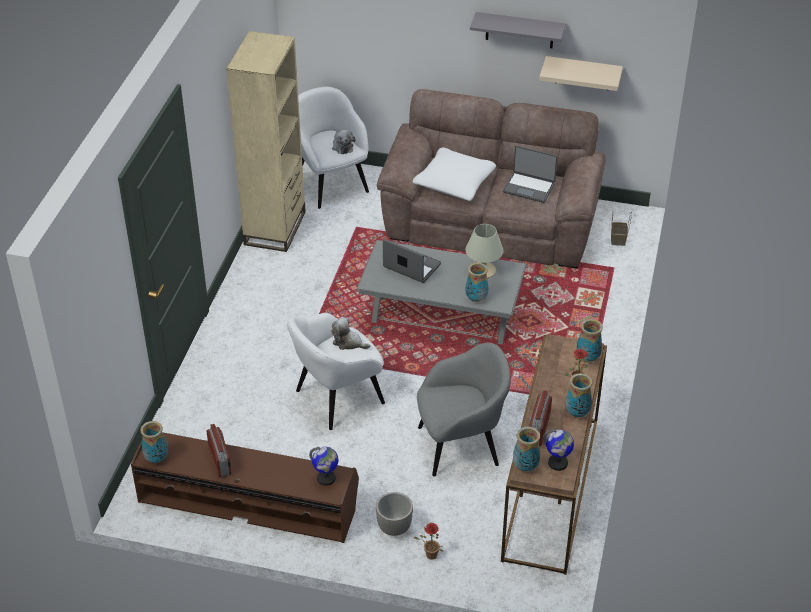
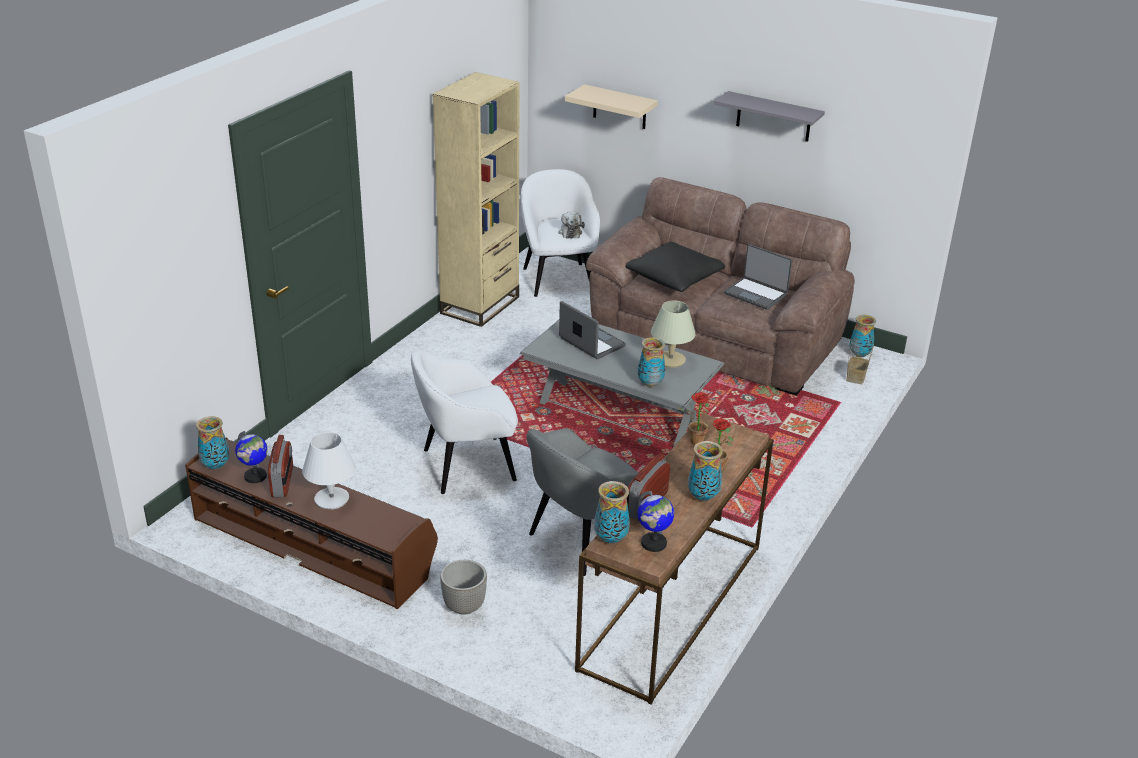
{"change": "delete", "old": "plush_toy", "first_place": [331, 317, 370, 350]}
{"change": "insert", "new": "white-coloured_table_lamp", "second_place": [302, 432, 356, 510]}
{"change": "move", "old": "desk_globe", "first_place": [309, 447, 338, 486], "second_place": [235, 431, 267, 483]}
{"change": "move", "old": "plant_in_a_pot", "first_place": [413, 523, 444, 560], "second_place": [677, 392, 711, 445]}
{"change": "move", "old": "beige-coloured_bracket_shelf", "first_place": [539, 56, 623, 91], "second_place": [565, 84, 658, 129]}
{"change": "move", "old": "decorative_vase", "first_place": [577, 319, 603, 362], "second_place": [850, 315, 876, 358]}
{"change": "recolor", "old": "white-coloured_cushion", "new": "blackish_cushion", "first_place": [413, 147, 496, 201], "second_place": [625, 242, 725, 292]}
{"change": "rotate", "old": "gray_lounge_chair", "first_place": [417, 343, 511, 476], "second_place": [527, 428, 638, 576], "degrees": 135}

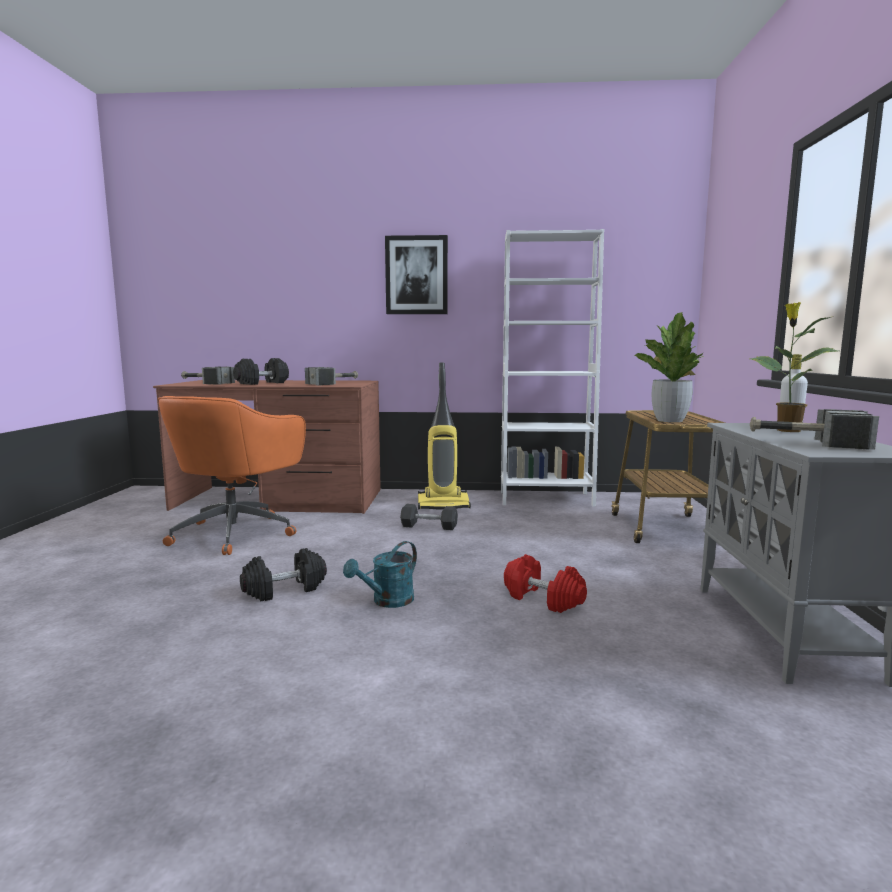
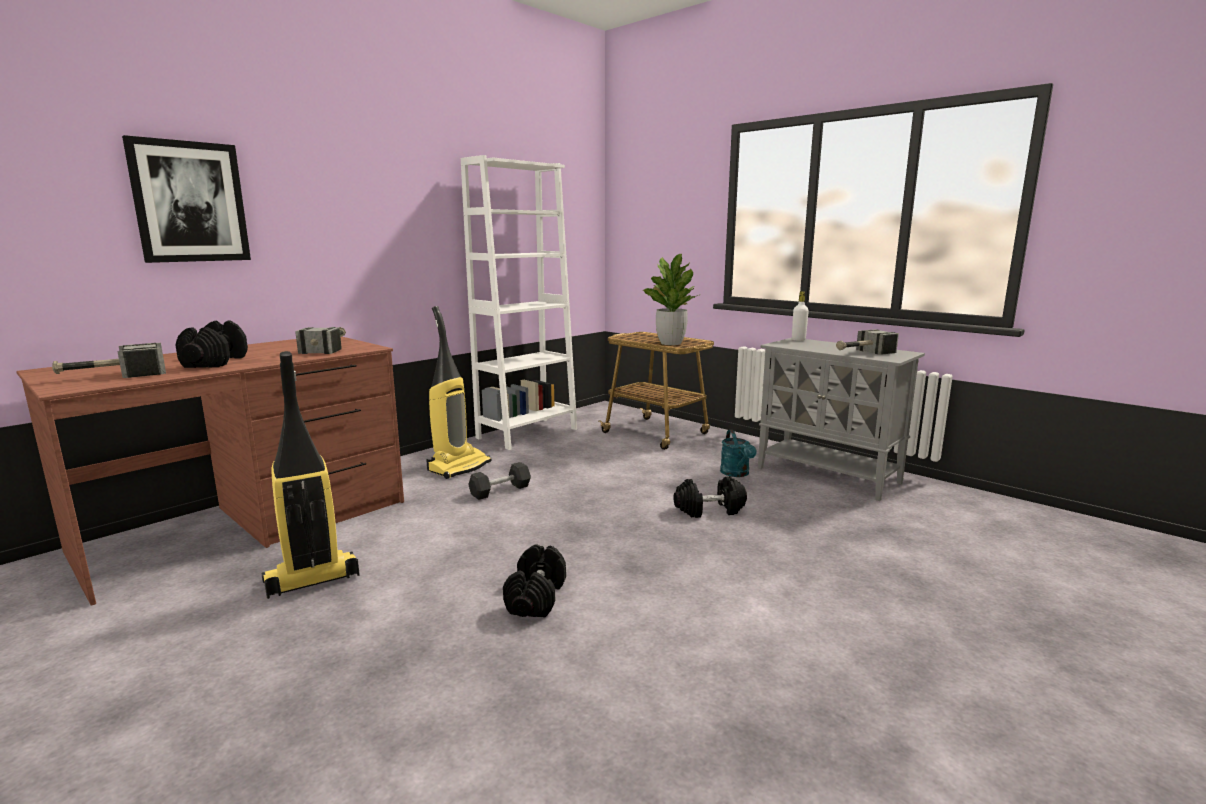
{"change": "delete", "old": "plant_in_a_pot", "first_place": [750, 302, 839, 432]}
{"change": "move", "old": "turquoise-coloured_watering_can", "first_place": [343, 541, 417, 608], "second_place": [720, 430, 757, 477]}
{"change": "move", "old": "wall_art", "first_place": [385, 235, 448, 314], "second_place": [122, 135, 251, 263]}
{"change": "replace", "old": "orangey_computer_chair", "new": "hoover", "first_place": [158, 396, 306, 555], "second_place": [262, 351, 360, 599]}
{"change": "recolor", "old": "red_dumbbell", "new": "blackish_dumbbell", "first_place": [504, 554, 587, 613], "second_place": [673, 476, 747, 518]}

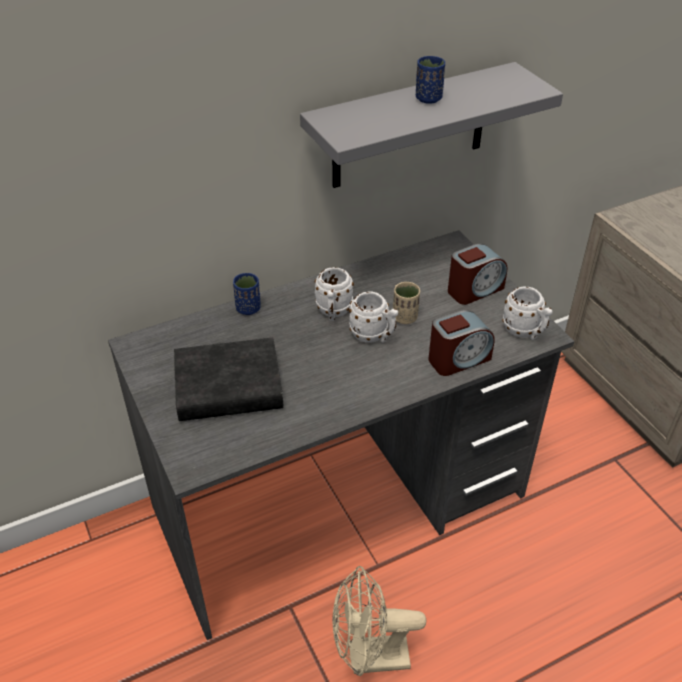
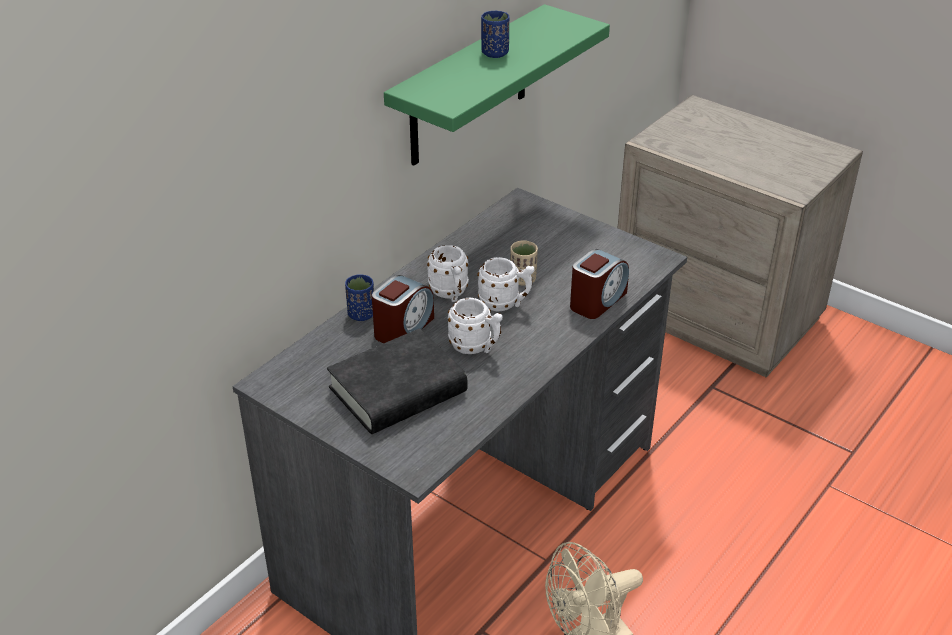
{"change": "move", "old": "alarm_clock", "first_place": [448, 244, 507, 305], "second_place": [372, 275, 434, 343]}
{"change": "move", "old": "white-coloured_mug", "first_place": [502, 286, 553, 340], "second_place": [448, 298, 503, 354]}
{"change": "recolor", "old": "gray_bracket_shelf", "new": "green-coloured_bracket_shelf", "first_place": [300, 62, 563, 188], "second_place": [384, 4, 610, 166]}

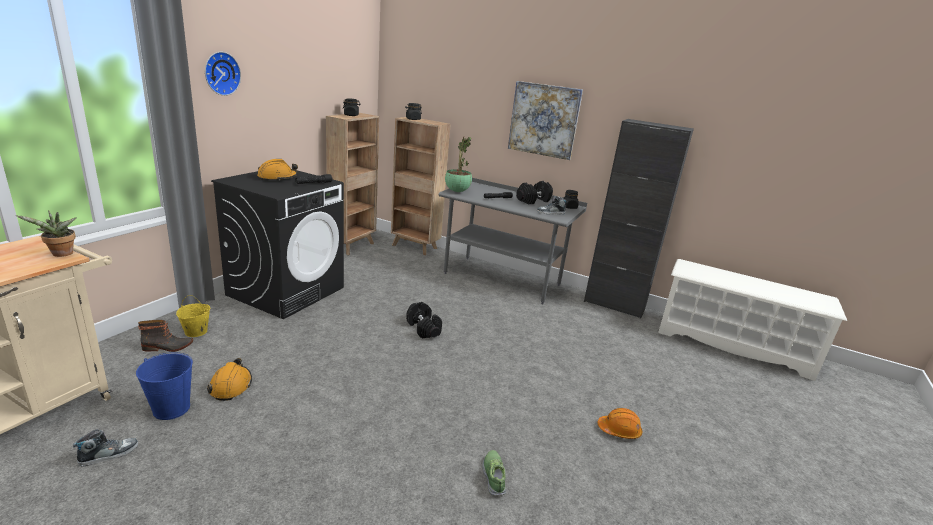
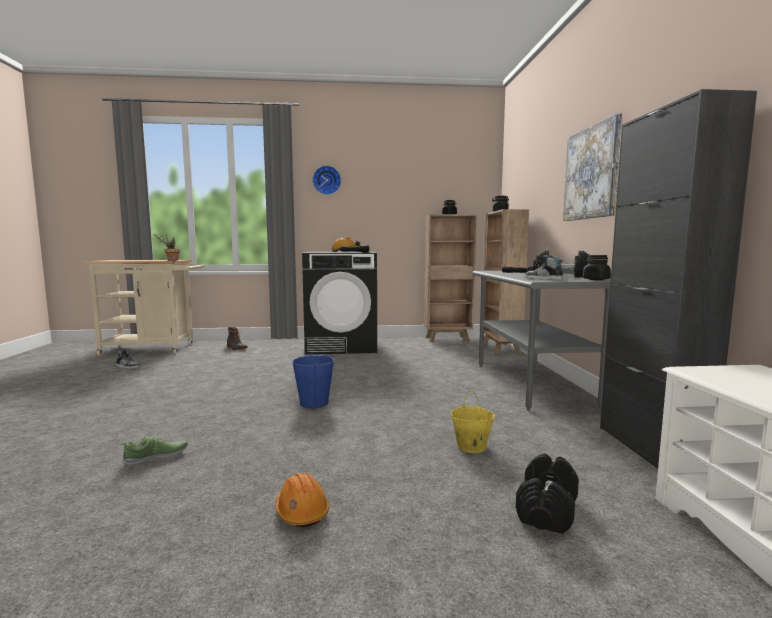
{"change": "delete", "old": "orangey_work_helmet", "first_place": [207, 358, 252, 401]}
{"change": "delete", "old": "plant_in_a_pot", "first_place": [445, 137, 472, 192]}
{"change": "move", "old": "bluish_pail", "first_place": [136, 352, 193, 420], "second_place": [292, 353, 335, 408]}
{"change": "move", "old": "yellow-coloured_pail", "first_place": [176, 295, 210, 337], "second_place": [451, 390, 495, 453]}
{"change": "move", "old": "blackish_dumbbell", "first_place": [406, 302, 442, 339], "second_place": [516, 454, 579, 534]}

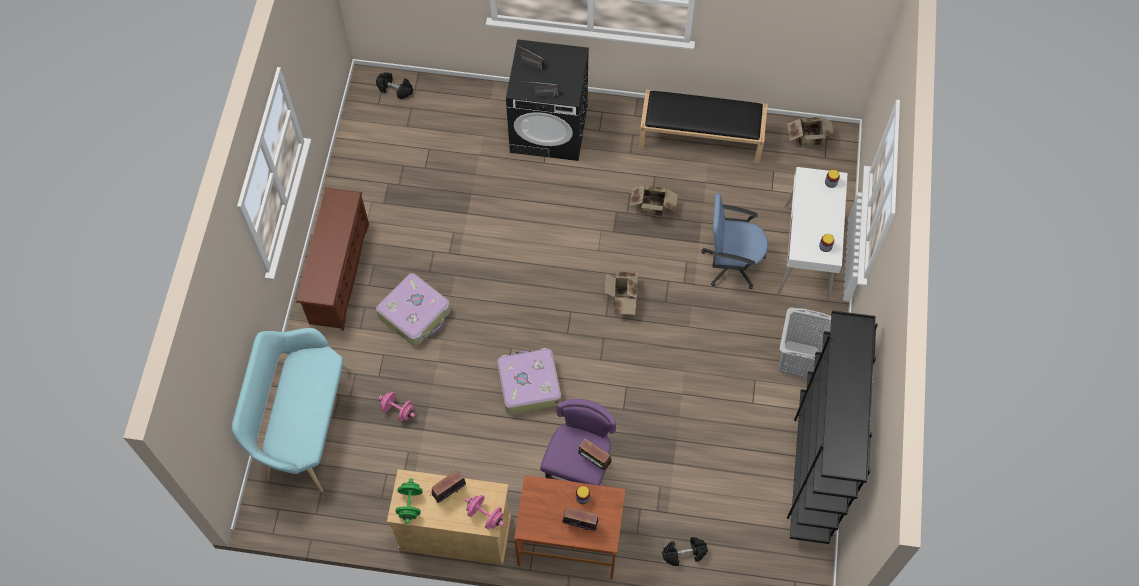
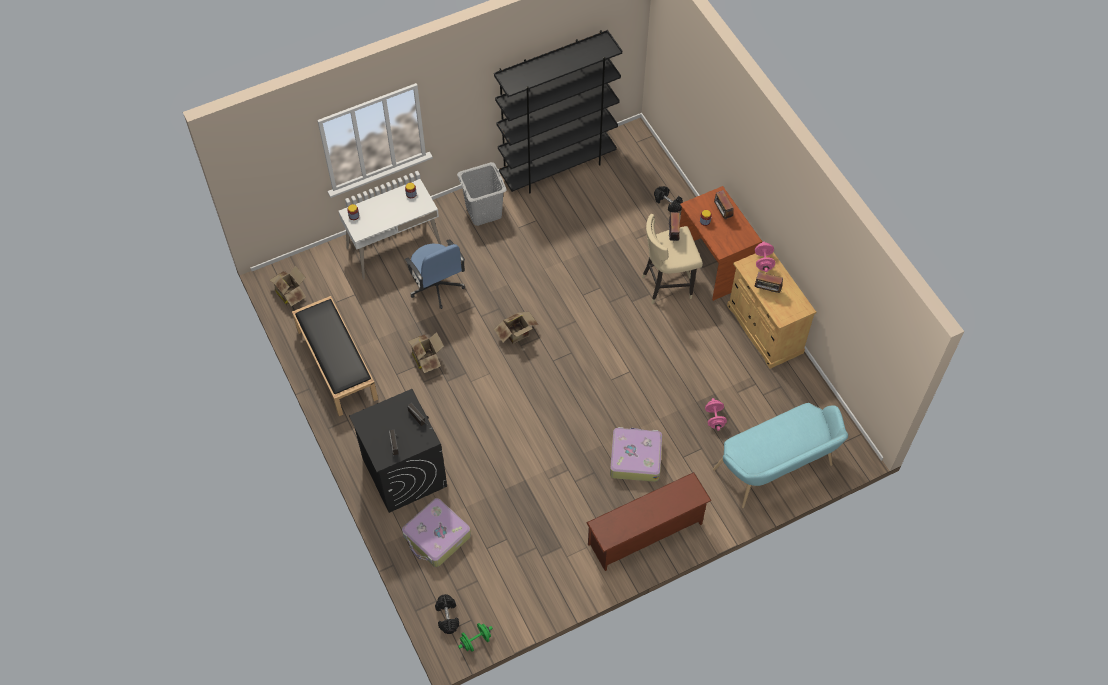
{"change": "move", "old": "green-coloured_dumbbell", "first_place": [396, 478, 423, 524], "second_place": [458, 623, 493, 652]}
{"change": "move", "old": "piece_of_luggage", "first_place": [497, 348, 561, 414], "second_place": [402, 498, 471, 567]}
{"change": "recolor", "old": "purple-coloured_sitting_stool", "new": "beige-coloured_sitting_stool", "first_place": [540, 399, 616, 485], "second_place": [642, 214, 703, 304]}

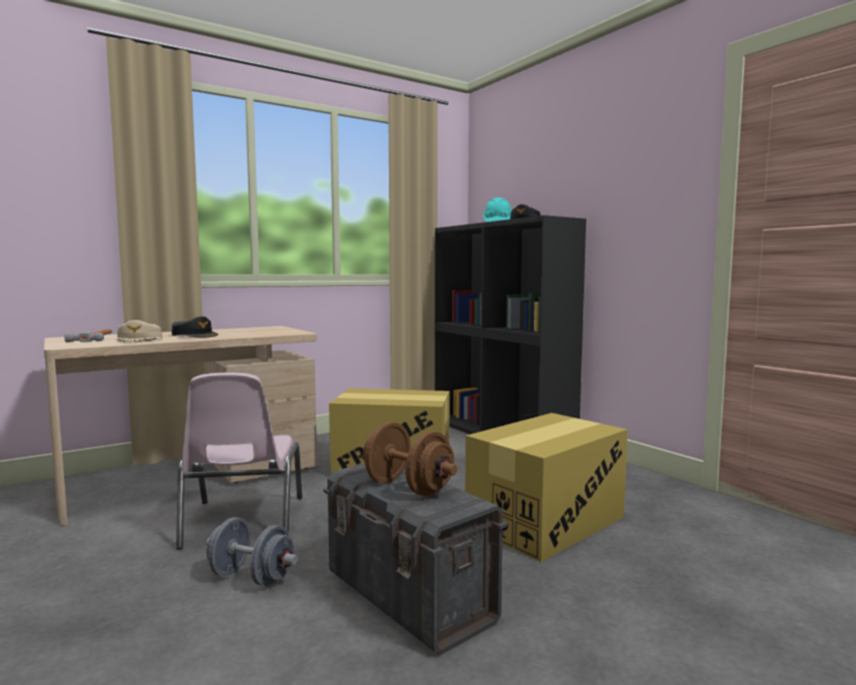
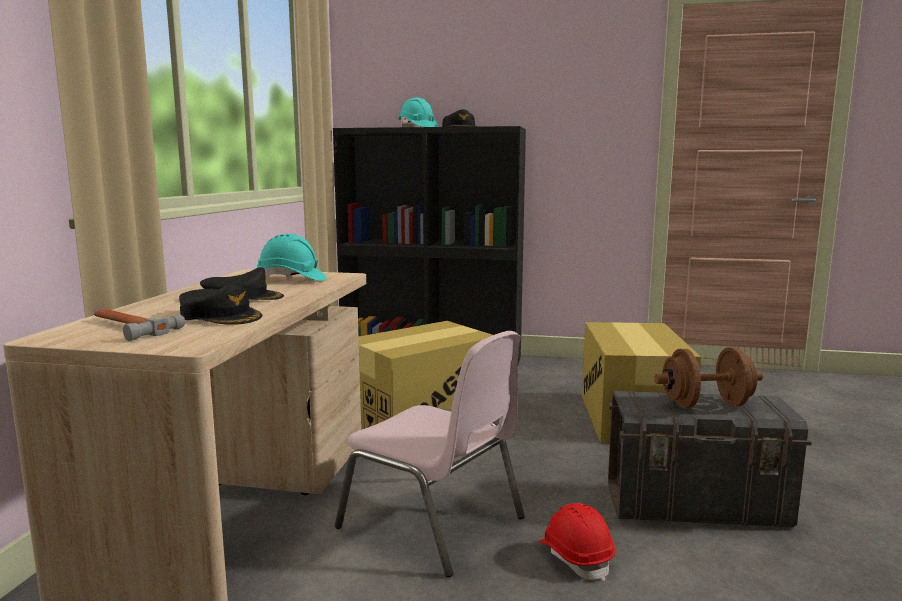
{"change": "insert", "new": "turquoise-coloured_work_helmet", "second_place": [257, 234, 327, 281]}
{"change": "replace", "old": "gray_dumbbell", "new": "red_work_helmet", "first_place": [206, 517, 298, 586], "second_place": [539, 503, 615, 581]}
{"change": "recolor", "old": "beige-coloured_peaked_cap", "new": "blackish_peaked_cap", "first_place": [116, 320, 162, 343], "second_place": [179, 284, 262, 325]}

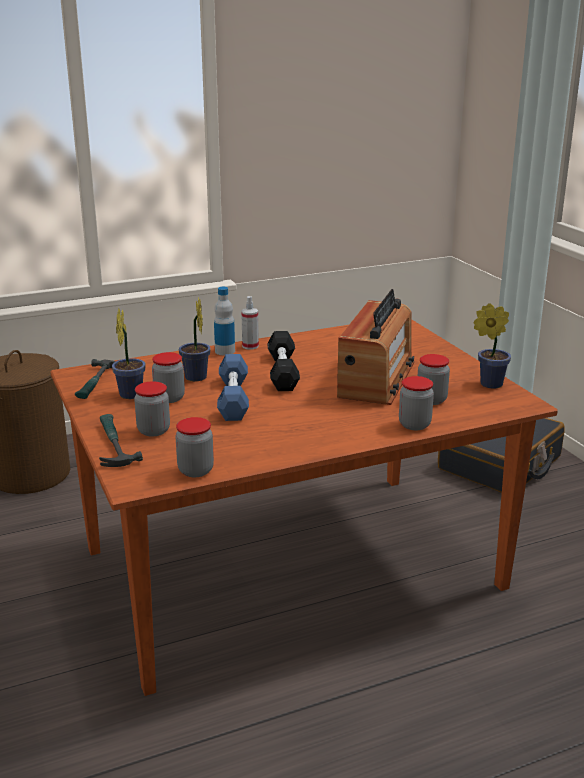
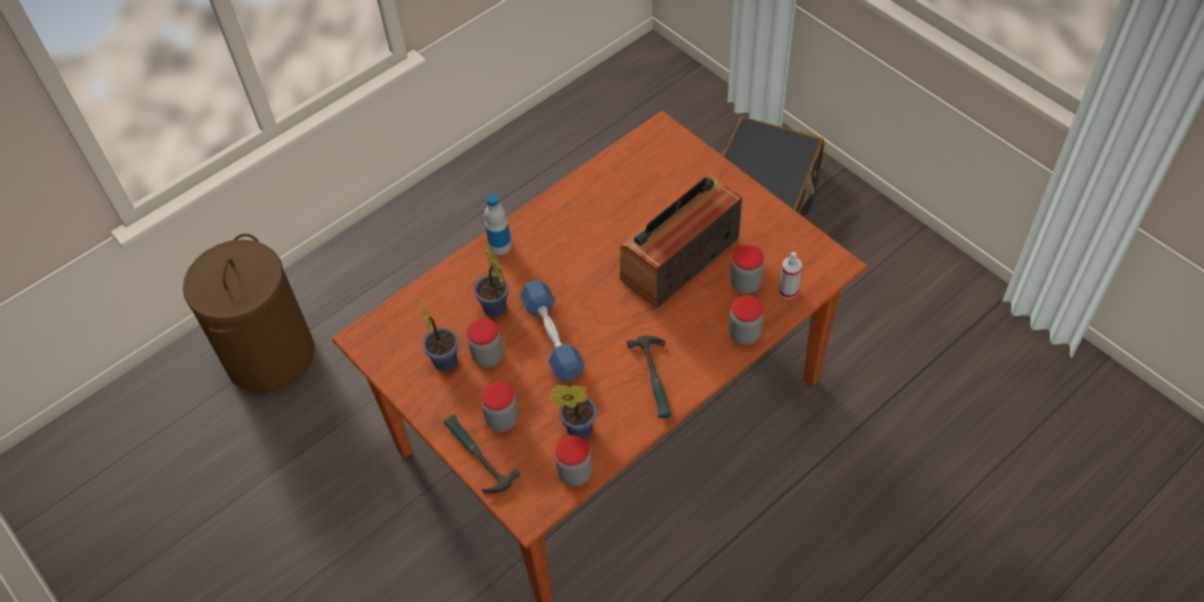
{"change": "delete", "old": "blackish_dumbbell", "first_place": [267, 331, 300, 391]}
{"change": "move", "old": "tool_hammer", "first_place": [75, 359, 116, 399], "second_place": [627, 335, 672, 418]}
{"change": "move", "old": "spray_bottle", "first_place": [241, 296, 259, 350], "second_place": [779, 252, 802, 299]}
{"change": "move", "old": "plant_in_a_pot", "first_place": [473, 303, 511, 389], "second_place": [548, 385, 597, 439]}
{"change": "rotate", "old": "radio_set", "first_place": [337, 289, 414, 405], "second_place": [619, 176, 742, 308], "degrees": -135}

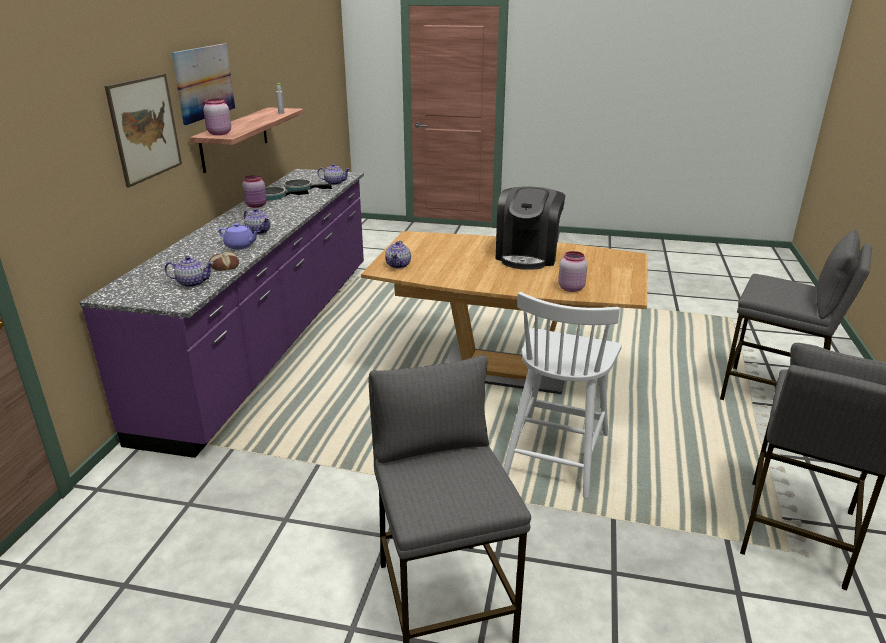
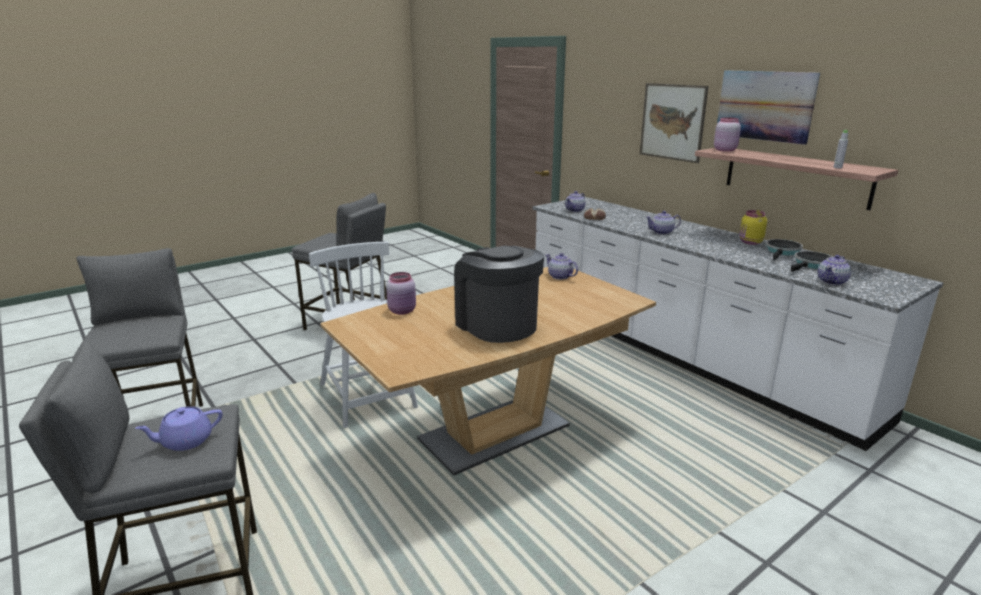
{"change": "move", "old": "purple-coloured_pot_for_tea", "first_place": [218, 223, 259, 249], "second_place": [135, 406, 223, 451]}
{"change": "recolor", "old": "purple-coloured_counter", "new": "white-coloured_counter", "first_place": [79, 169, 364, 458], "second_place": [532, 197, 943, 451]}
{"change": "recolor", "old": "pink_storage_jar", "new": "yellow-coloured_storage_jar", "first_place": [242, 175, 267, 208], "second_place": [739, 210, 767, 245]}

